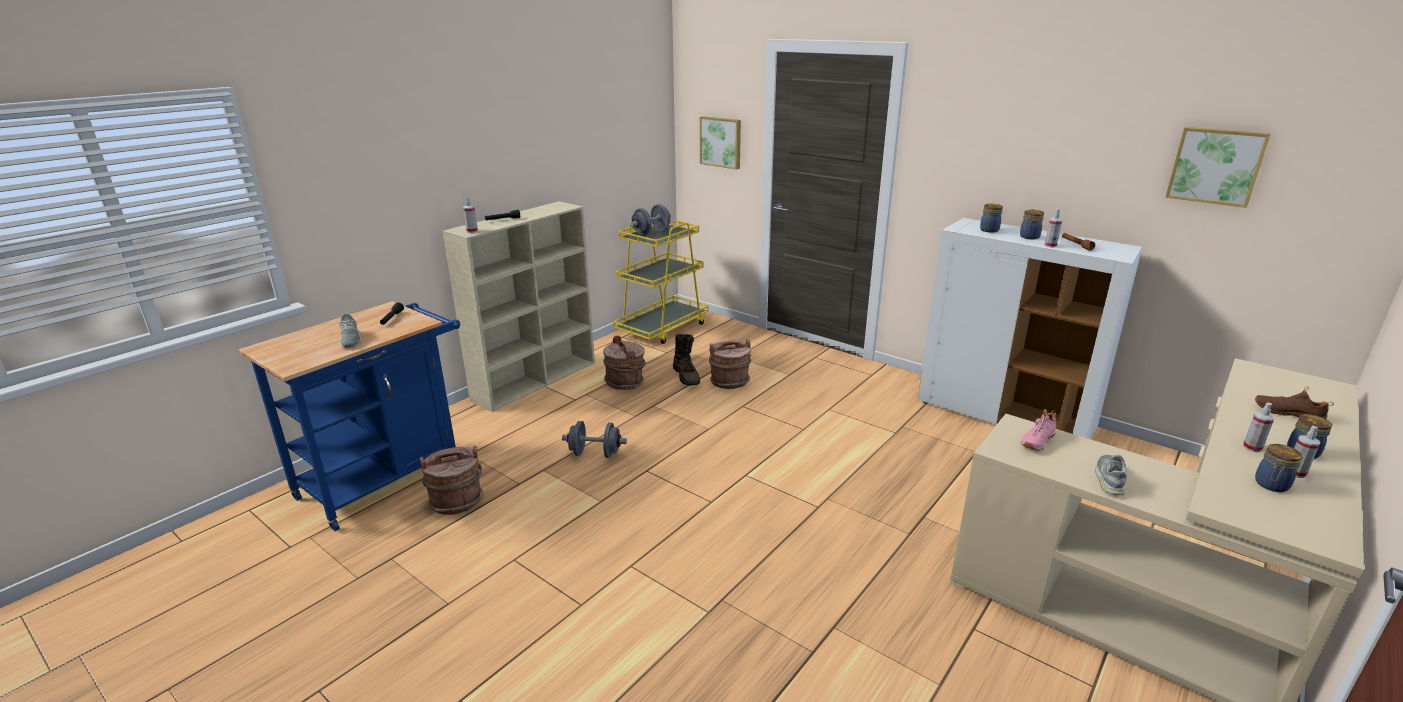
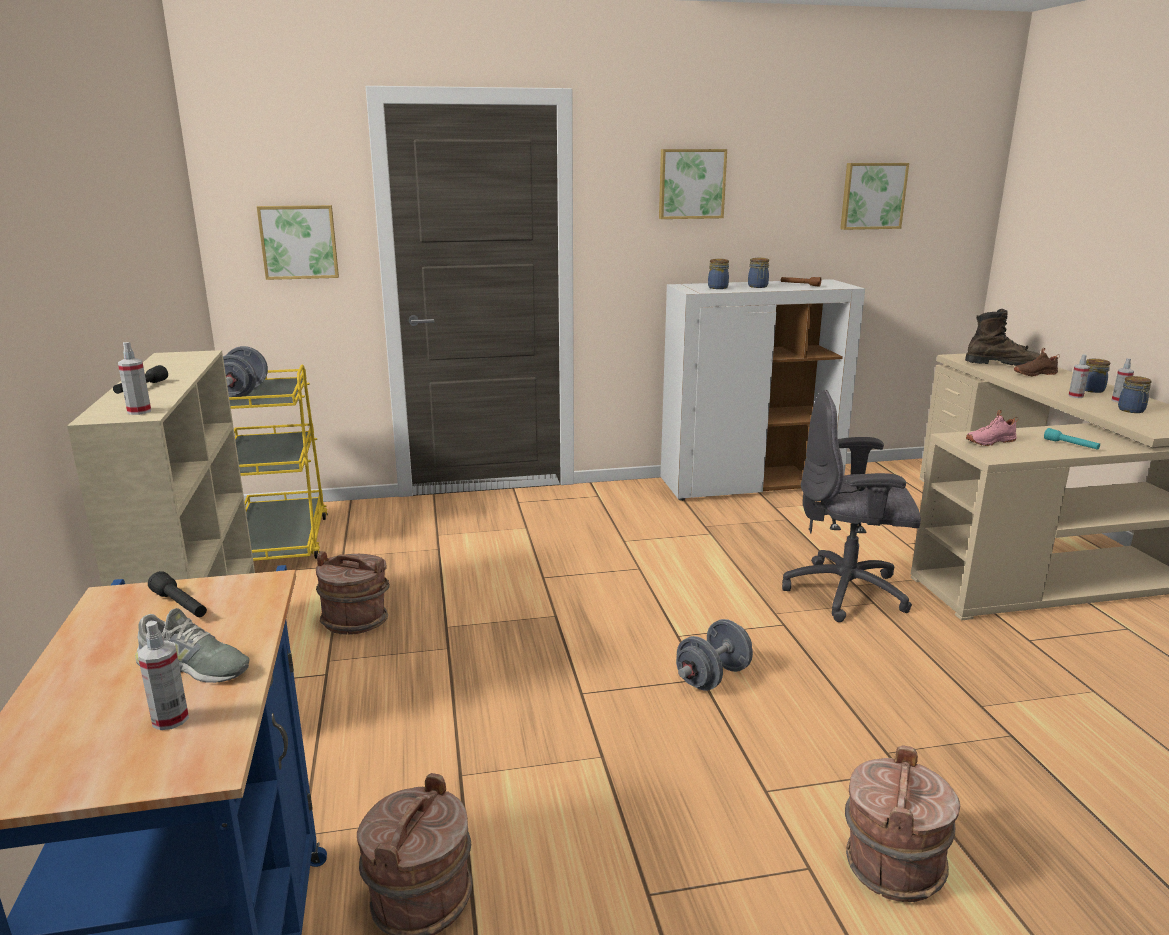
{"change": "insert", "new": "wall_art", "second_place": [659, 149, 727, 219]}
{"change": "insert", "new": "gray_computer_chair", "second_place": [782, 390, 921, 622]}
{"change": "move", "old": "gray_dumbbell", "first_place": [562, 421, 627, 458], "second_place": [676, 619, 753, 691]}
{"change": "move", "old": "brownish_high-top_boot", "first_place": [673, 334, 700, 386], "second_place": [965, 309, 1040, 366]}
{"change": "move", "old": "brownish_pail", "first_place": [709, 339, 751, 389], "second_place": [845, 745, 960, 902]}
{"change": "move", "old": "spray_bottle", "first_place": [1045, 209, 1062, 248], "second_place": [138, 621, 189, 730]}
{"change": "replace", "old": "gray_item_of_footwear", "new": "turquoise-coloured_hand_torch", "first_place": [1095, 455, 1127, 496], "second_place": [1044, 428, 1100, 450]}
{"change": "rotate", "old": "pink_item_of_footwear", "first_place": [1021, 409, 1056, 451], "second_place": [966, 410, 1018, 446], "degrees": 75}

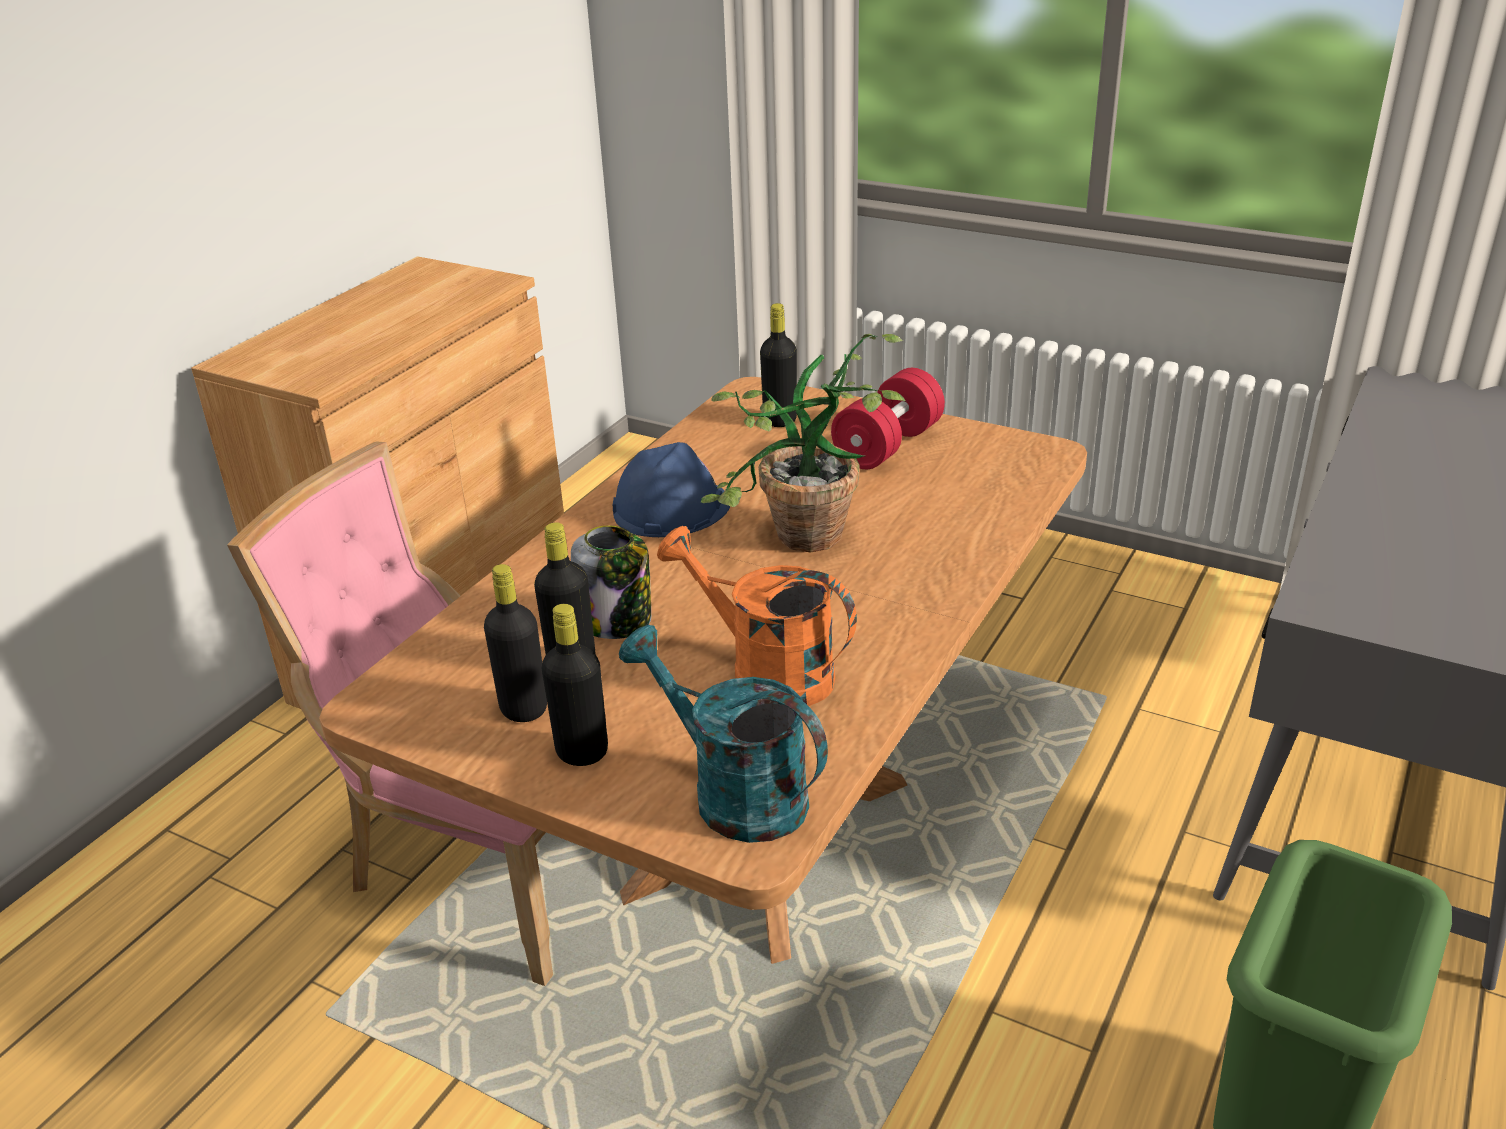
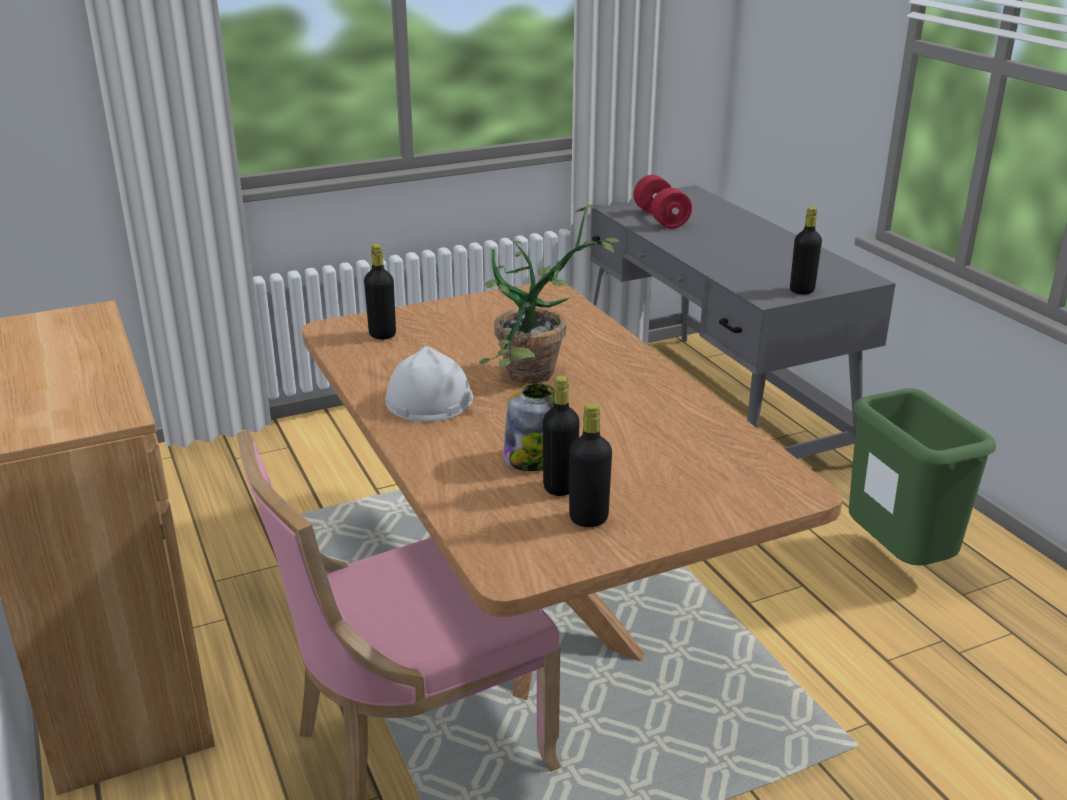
{"change": "delete", "old": "turquoise-coloured_watering_can", "first_place": [619, 625, 828, 843]}
{"change": "delete", "old": "orangey_watering_can", "first_place": [657, 526, 857, 706]}
{"change": "move", "old": "blackish_beverage_bottle", "first_place": [541, 604, 608, 766], "second_place": [790, 207, 822, 295]}
{"change": "move", "old": "red_dumbbell", "first_place": [831, 368, 945, 469], "second_place": [633, 175, 692, 229]}
{"change": "recolor", "old": "bluish_work_helmet", "new": "white-coloured_work_helmet", "first_place": [613, 442, 730, 537], "second_place": [385, 346, 473, 422]}

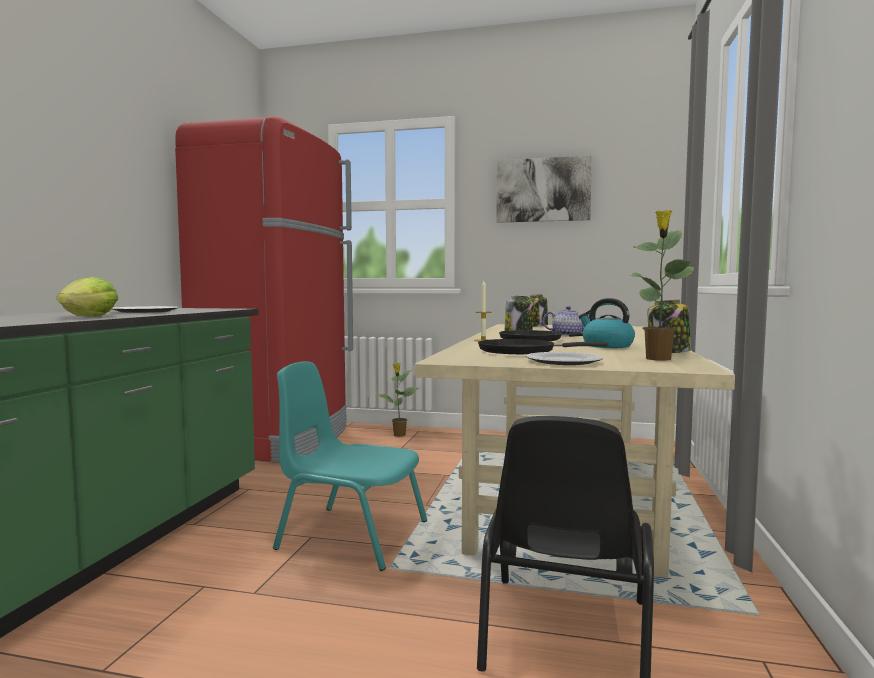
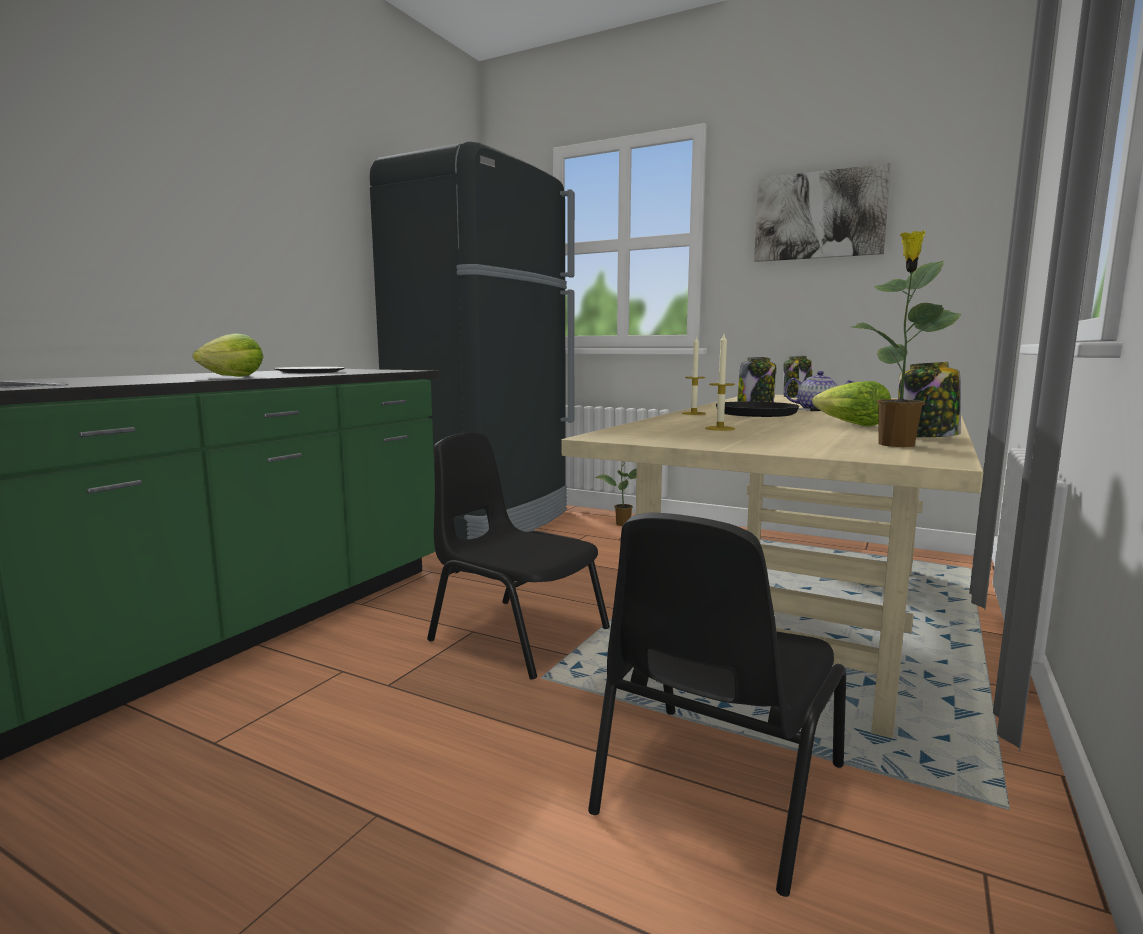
{"change": "delete", "old": "dinner_plate", "first_place": [526, 352, 603, 365]}
{"change": "replace", "old": "blackish_skillet", "new": "candle", "first_place": [478, 339, 608, 354], "second_place": [705, 334, 735, 431]}
{"change": "replace", "old": "water_kettle", "new": "head_of_lettuce", "first_place": [579, 298, 635, 348], "second_place": [812, 381, 891, 427]}
{"change": "recolor", "old": "red_fridge", "new": "blackish_fridge", "first_place": [175, 116, 353, 463], "second_place": [370, 141, 575, 540]}
{"change": "recolor", "old": "turquoise-coloured_chair", "new": "blackish_chair", "first_place": [273, 361, 427, 571], "second_place": [427, 432, 610, 680]}

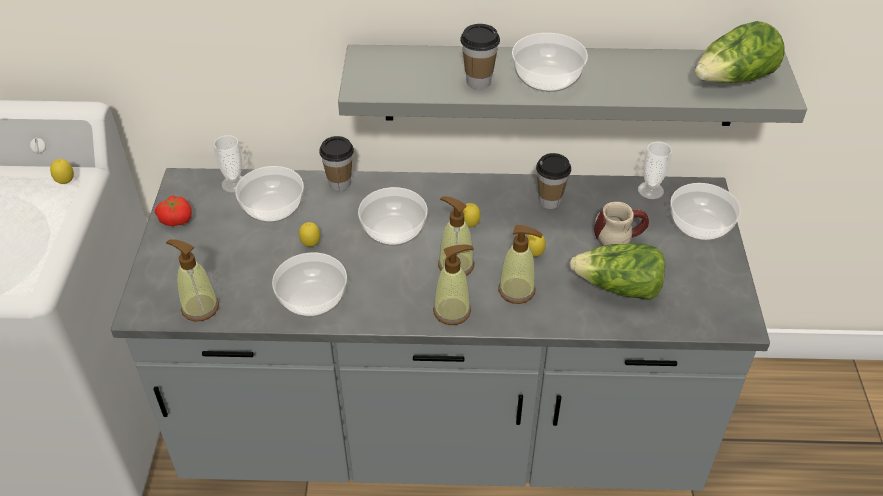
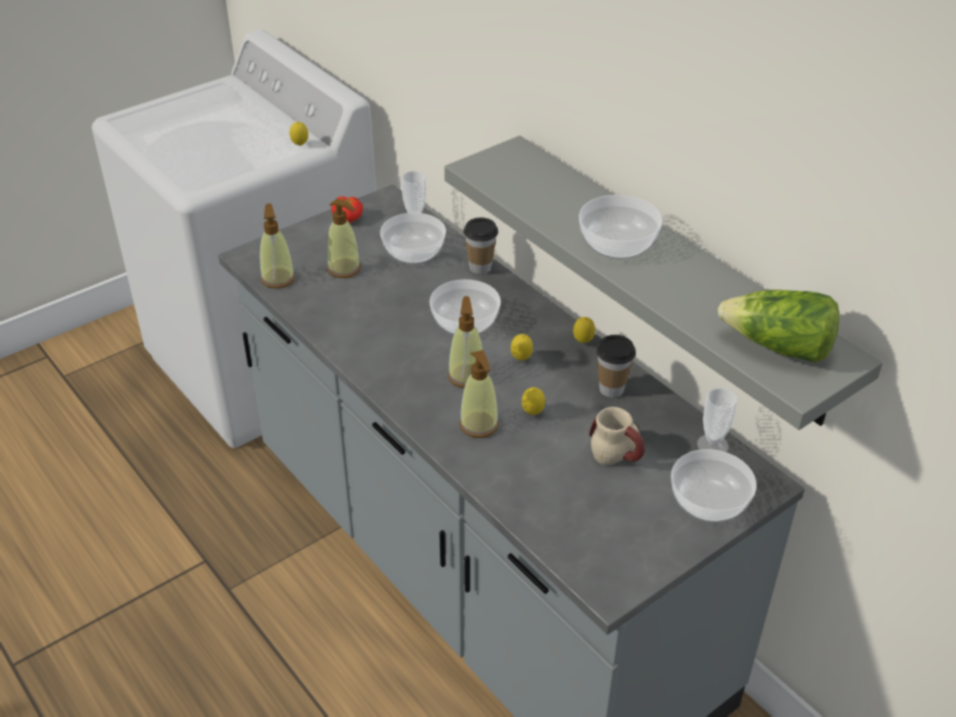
{"change": "delete", "old": "bowl", "first_place": [272, 253, 347, 317]}
{"change": "delete", "old": "cup", "first_place": [460, 24, 500, 89]}
{"change": "delete", "old": "head_of_lettuce", "first_place": [569, 243, 665, 300]}
{"change": "move", "old": "whole_lemon", "first_place": [299, 222, 320, 247], "second_place": [573, 317, 595, 343]}
{"change": "move", "old": "soap_bottle", "first_place": [433, 244, 474, 325], "second_place": [327, 199, 361, 278]}

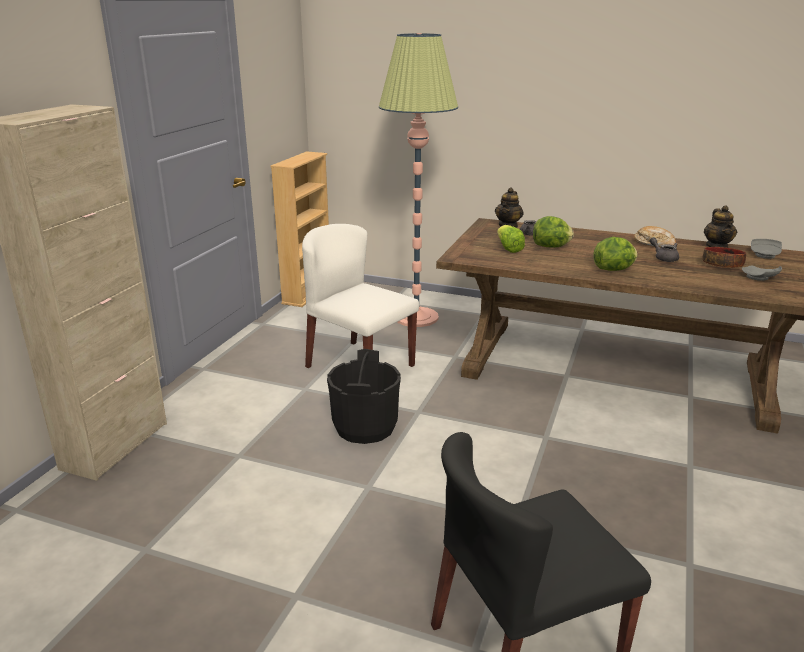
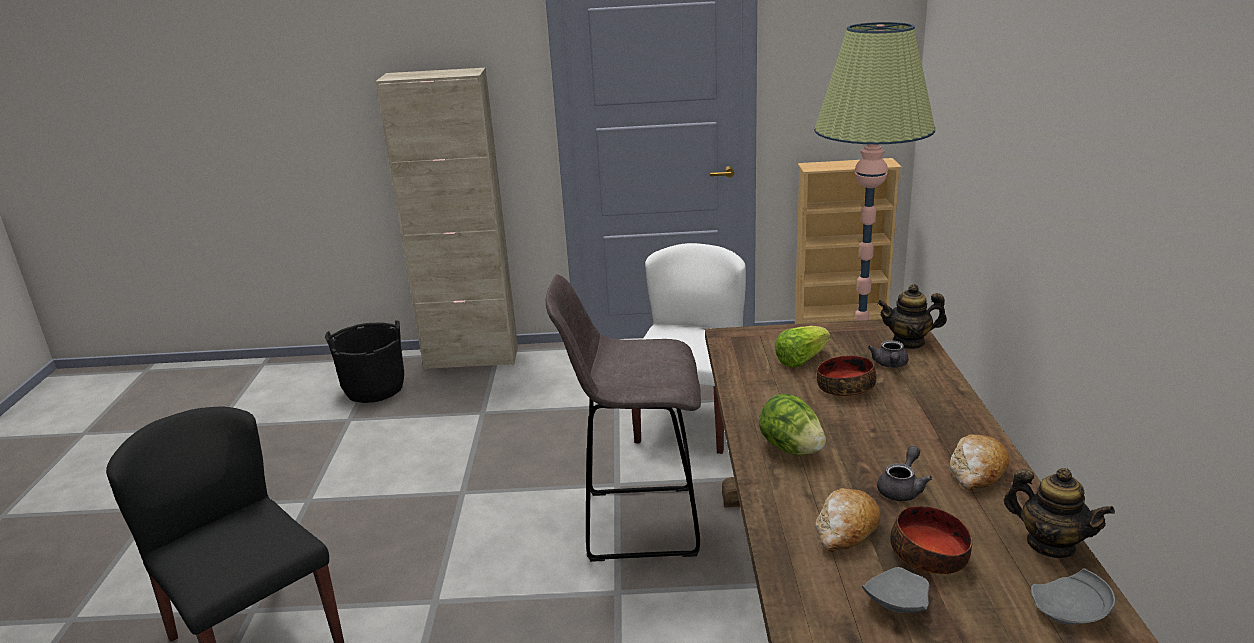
{"change": "insert", "new": "gray_sitting_stool", "second_place": [546, 274, 701, 562]}
{"change": "insert", "new": "bread", "second_place": [815, 488, 881, 552]}
{"change": "move", "old": "blackish_pail", "first_place": [327, 349, 401, 444], "second_place": [325, 320, 404, 403]}
{"change": "replace", "old": "head_of_lettuce", "new": "bowl", "first_place": [533, 216, 574, 247], "second_place": [817, 356, 876, 396]}
{"change": "rotate", "old": "pot_for_tea", "first_place": [704, 205, 737, 248], "second_place": [1004, 468, 1115, 558], "degrees": -120}

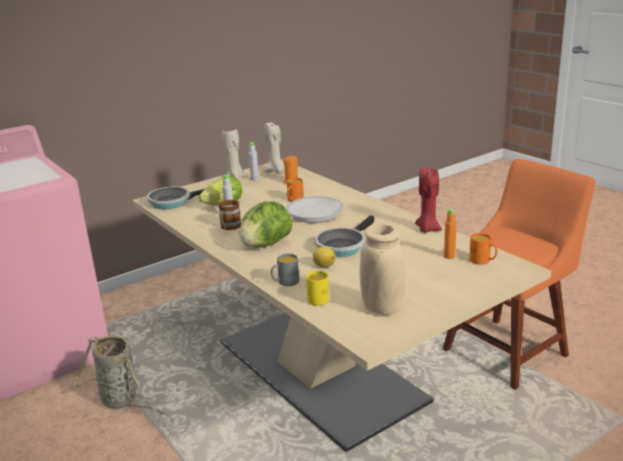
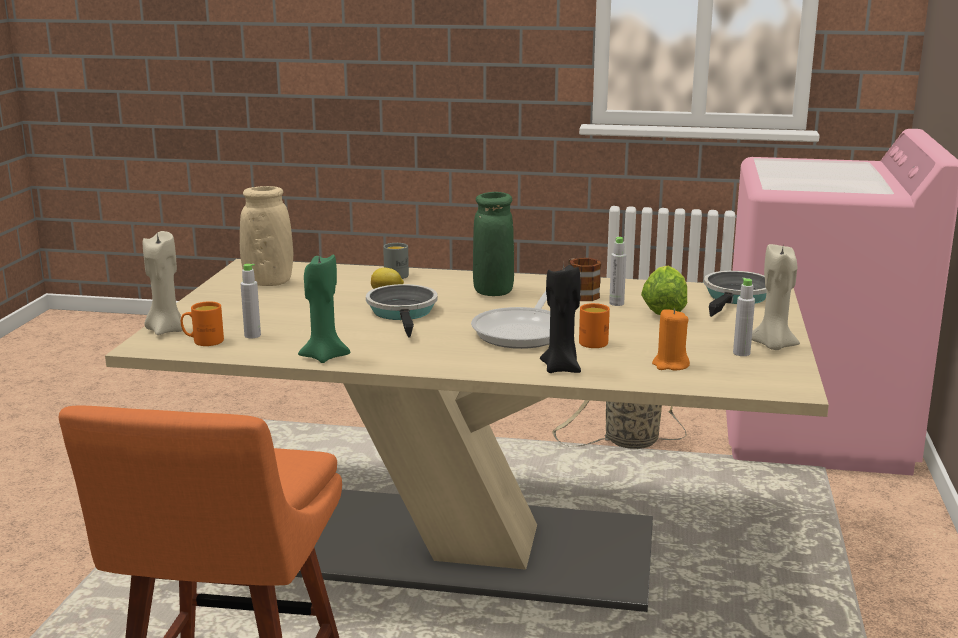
{"change": "delete", "old": "yellow-coloured_mug", "first_place": [306, 271, 329, 306]}
{"change": "insert", "new": "blackish_candle", "second_place": [540, 262, 581, 373]}
{"change": "move", "old": "beige-coloured_candle", "first_place": [264, 122, 284, 172], "second_place": [143, 231, 183, 335]}
{"change": "replace", "old": "head_of_lettuce", "new": "green-coloured_decorative_vase", "first_place": [239, 201, 292, 248], "second_place": [473, 192, 514, 296]}
{"change": "recolor", "old": "red_candle", "new": "green-coloured_candle", "first_place": [415, 167, 442, 233], "second_place": [298, 254, 350, 363]}
{"change": "recolor", "old": "orangey_beverage_bottle", "new": "gray_beverage_bottle", "first_place": [444, 209, 457, 259], "second_place": [241, 264, 261, 338]}

